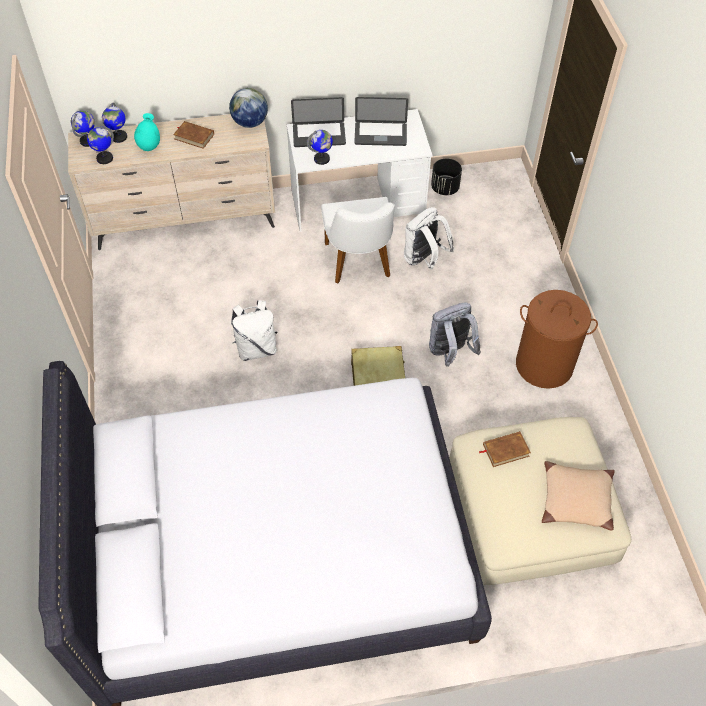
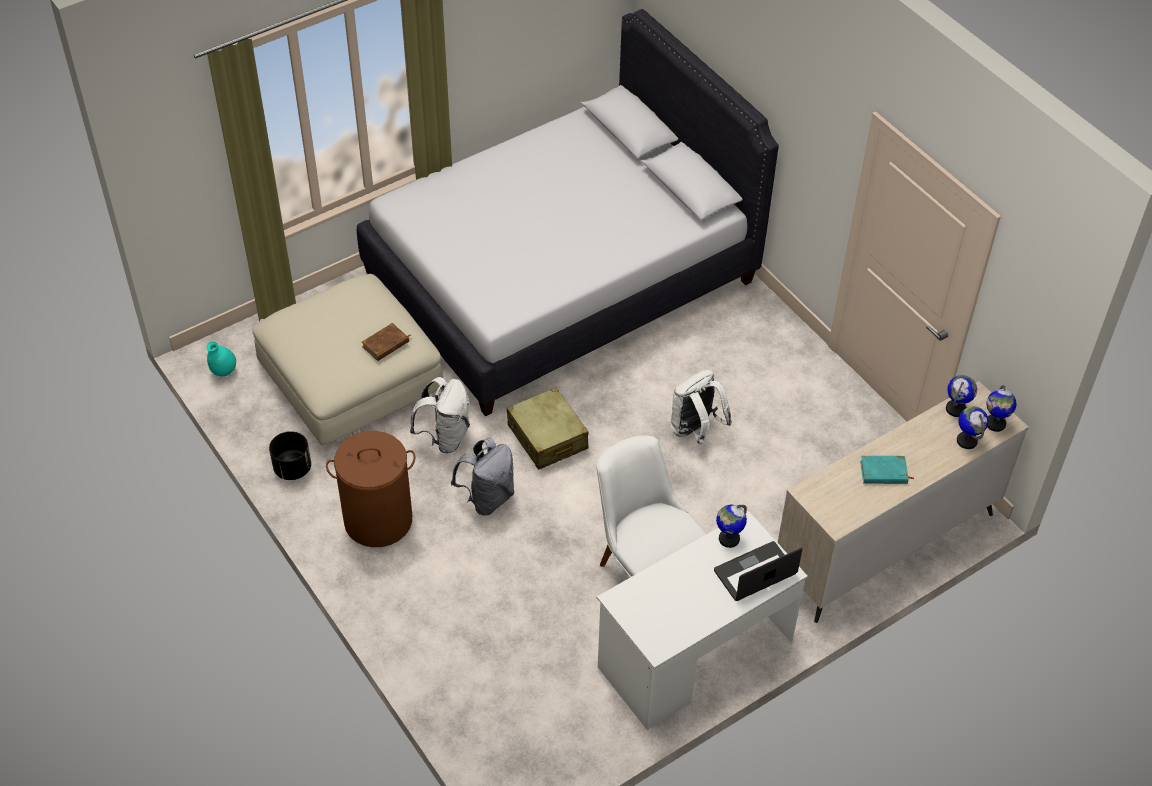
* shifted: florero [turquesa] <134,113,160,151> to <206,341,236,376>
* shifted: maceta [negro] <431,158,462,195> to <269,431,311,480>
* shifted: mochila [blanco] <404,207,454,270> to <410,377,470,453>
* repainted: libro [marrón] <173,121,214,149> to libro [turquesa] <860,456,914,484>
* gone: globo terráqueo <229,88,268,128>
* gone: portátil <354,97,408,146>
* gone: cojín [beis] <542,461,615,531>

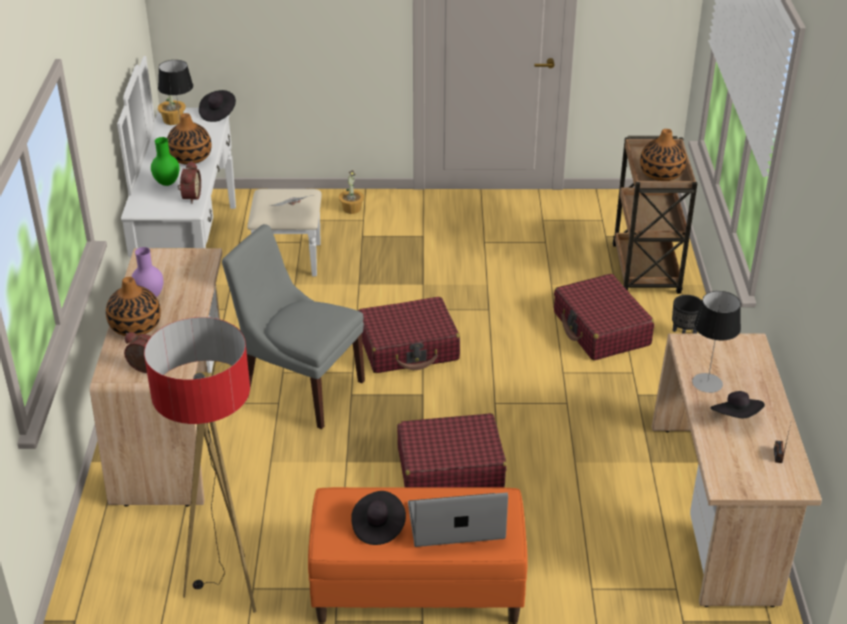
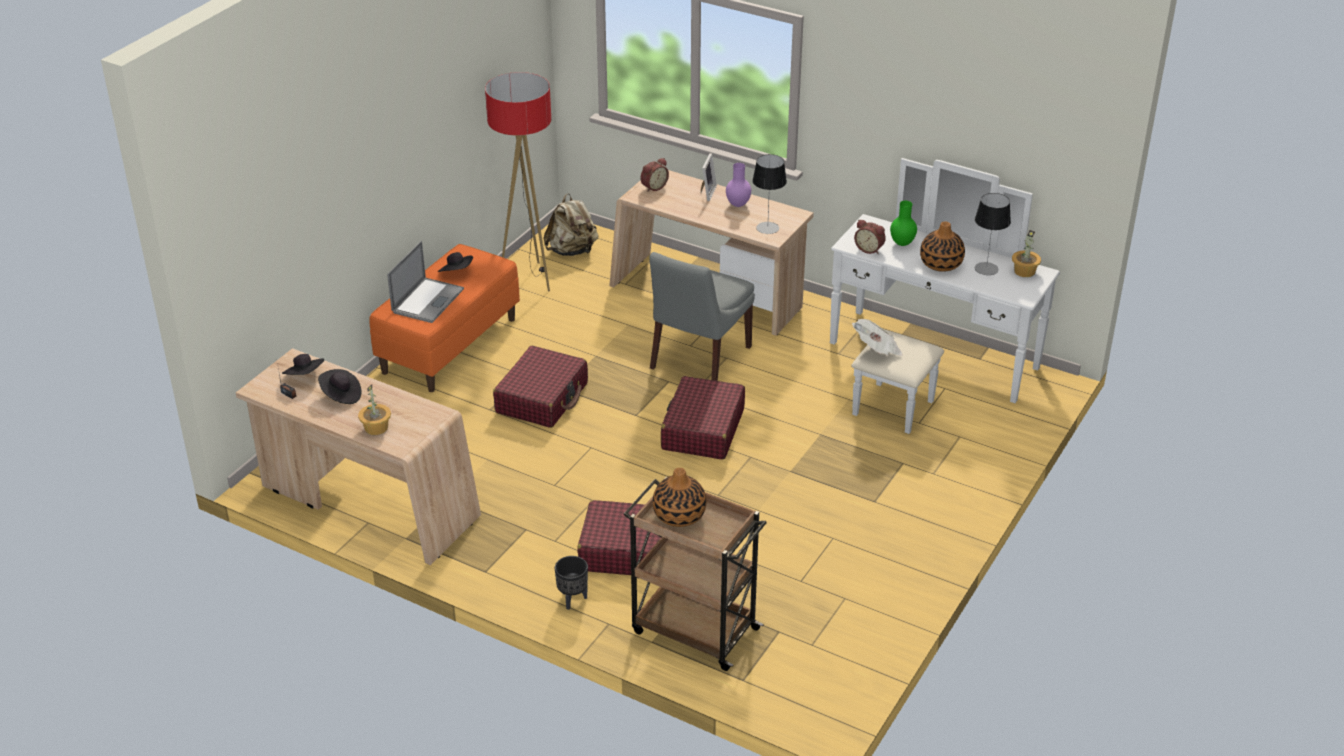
* shifted: sombrero [negro] <199,90,236,122> to <282,354,324,375>
* shifted: planta en maceta <339,170,364,214> to <358,384,391,435>
* new: mochila [beis] <544,193,599,256>
* rotated: silla [gris] <222,224,365,429> = <649,252,755,381> 150 degrees clockwise
* swapped: florero <106,277,161,336> to portarretratos <701,153,717,201>
* shifted: lámpara de mesa <692,291,741,393> to <752,154,787,234>

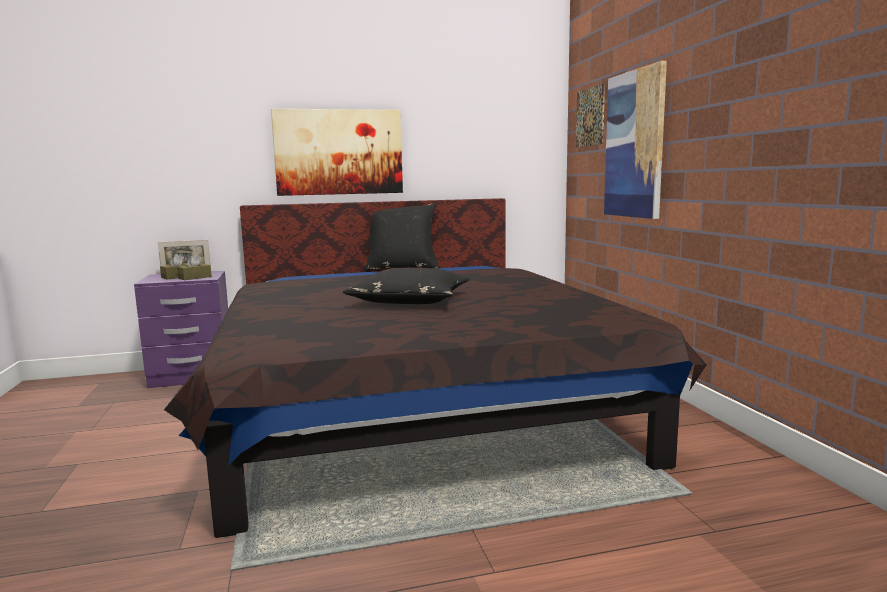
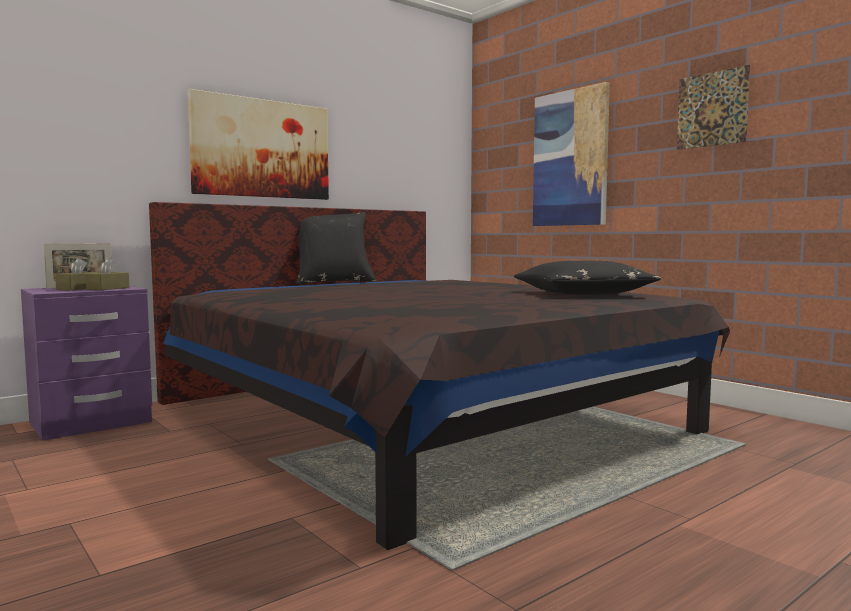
* shifted: cojín [negro] <343,268,470,304> to <514,261,661,295>
* shifted: cuadro <576,84,605,147> to <677,65,750,150>

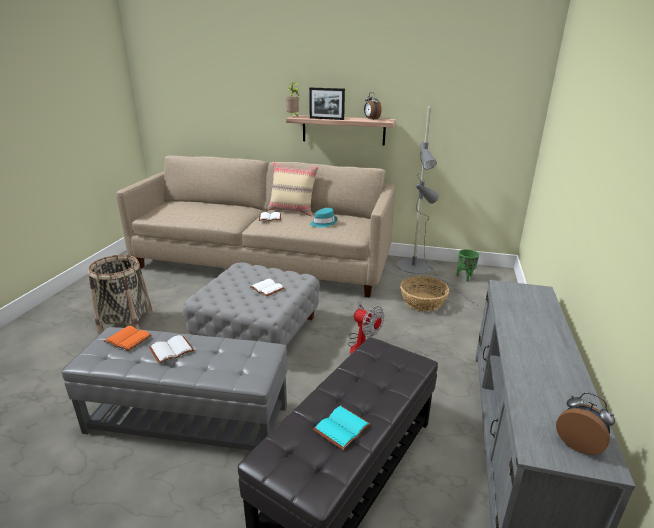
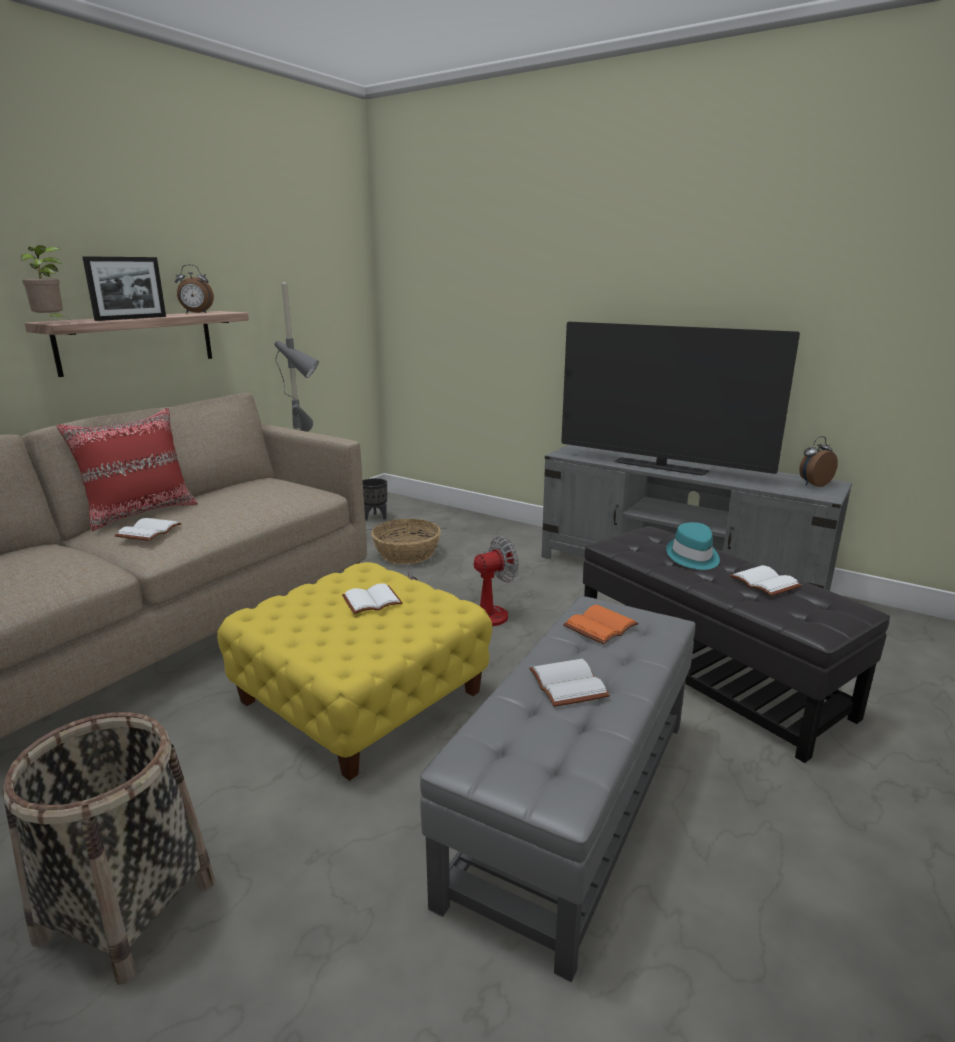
* repainted: cojín [beis] <267,162,319,216> to cojín [rojo] <56,408,198,531>
* repainted: puf [gris] <183,262,320,346> to puf [amarillo] <217,562,492,781>
* repainted: maceta [verde] <456,249,479,281> to maceta [negro] <363,478,387,521>
* new: televisor <561,322,800,475>
* shifted: libro [naranja] <104,326,152,351> to <563,605,639,645>
* shifted: sombrero [turquesa] <310,208,337,227> to <666,522,720,570>
* repainted: libro [turquesa] <313,406,371,450> to libro [blanco] <730,565,802,596>

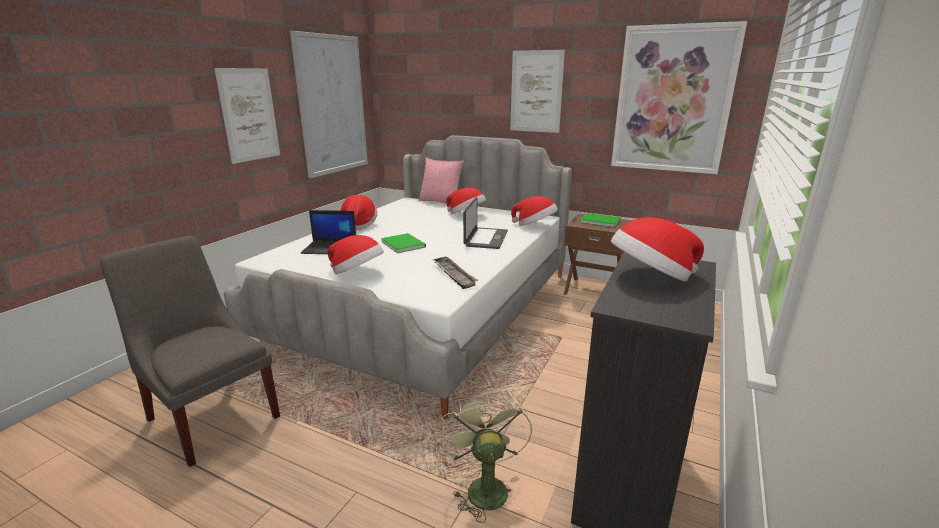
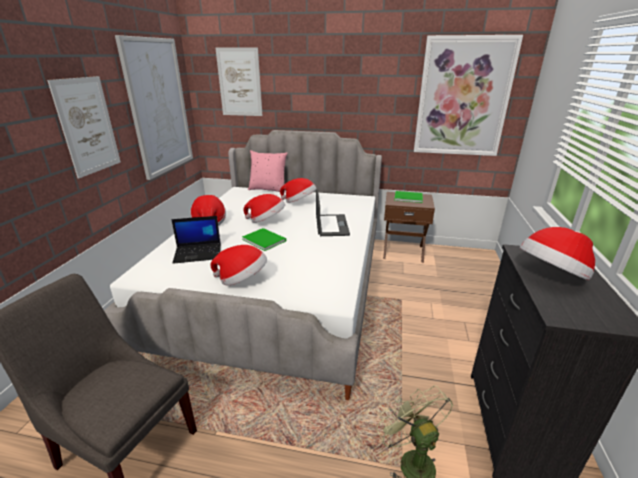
* shifted: cuadro <510,50,565,133> to <216,47,263,116>
* shifted: sombrero <511,196,558,226> to <243,194,285,223>
* gone: bandeja <432,256,478,289>

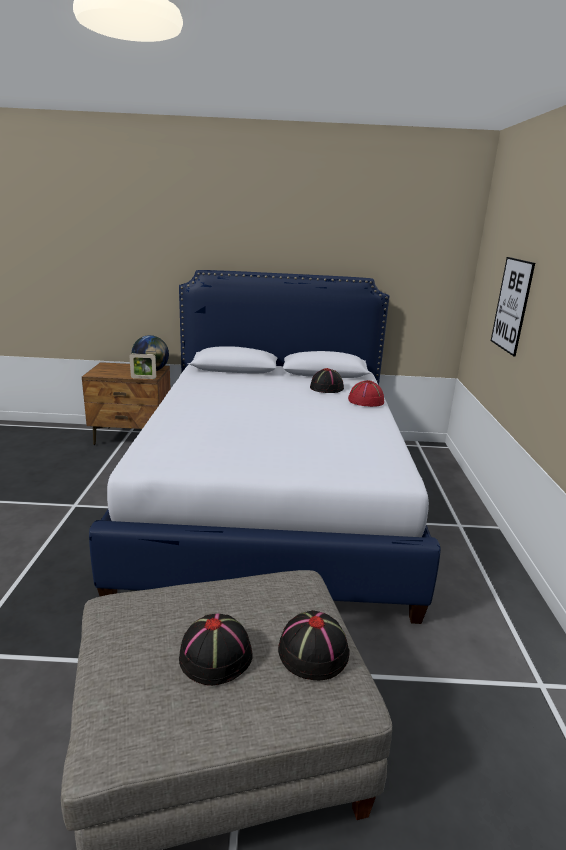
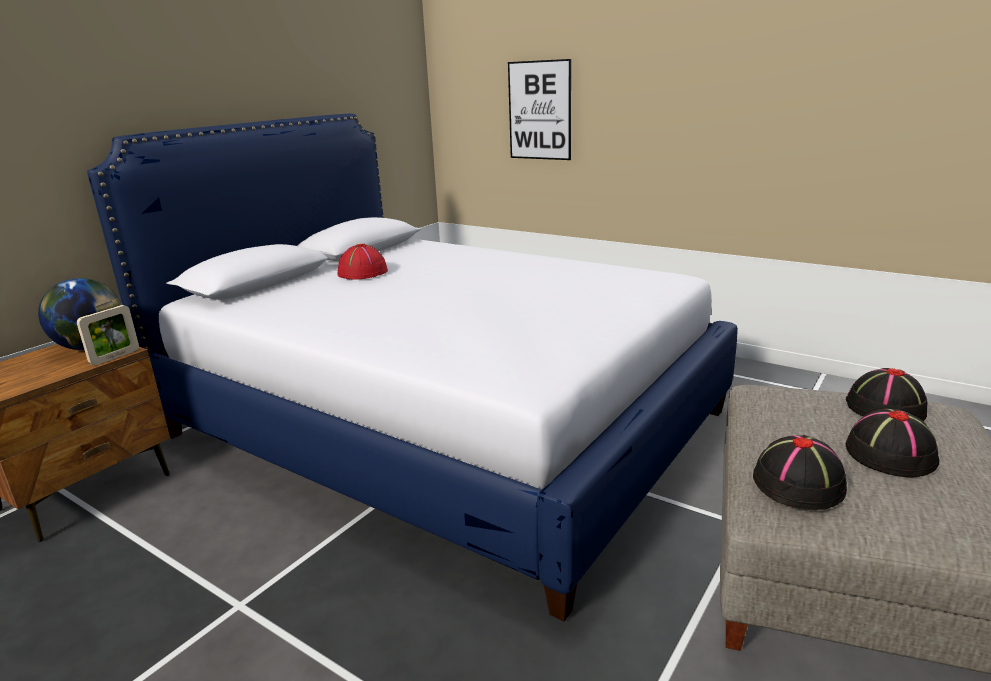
* shifted: sombrero [rojo] <348,380,384,407> to <337,244,388,280>
* shifted: sombrero [negro] <310,368,344,393> to <753,435,847,510>

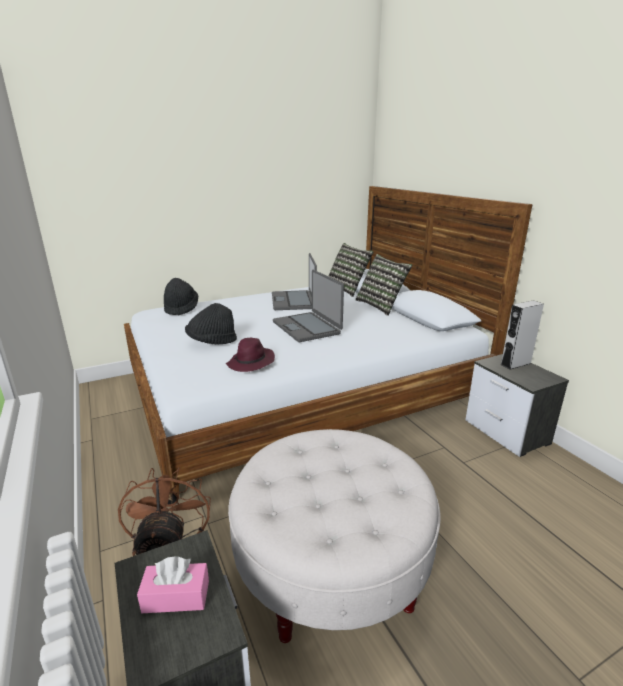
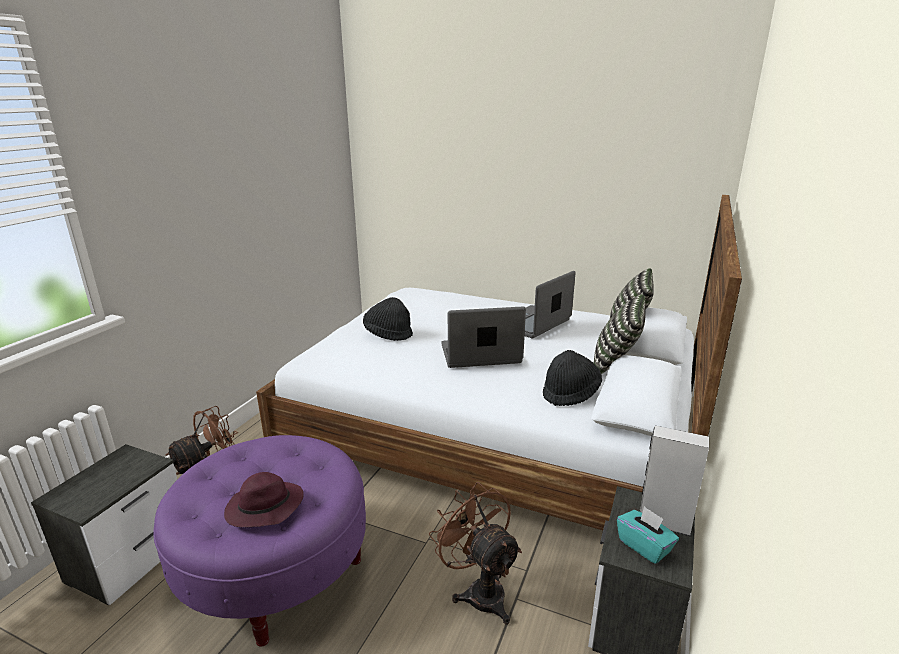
* repainted: puf [blanco] <228,429,441,643> to puf [morado] <153,435,366,647>
* shifted: sombrero [morado] <226,338,275,372> to <224,472,304,527>
* new: ventilador [marrón] <429,482,522,625>
* rotated: portátil <273,270,344,342> = <441,306,526,368> 60 degrees clockwise
* shifted: sombrero [negro] <164,278,198,316> to <543,350,602,406>
* new: caja de pañuelos [turquesa] <617,506,679,564>
* gone: caja de pañuelos [rosa] <137,556,209,613>

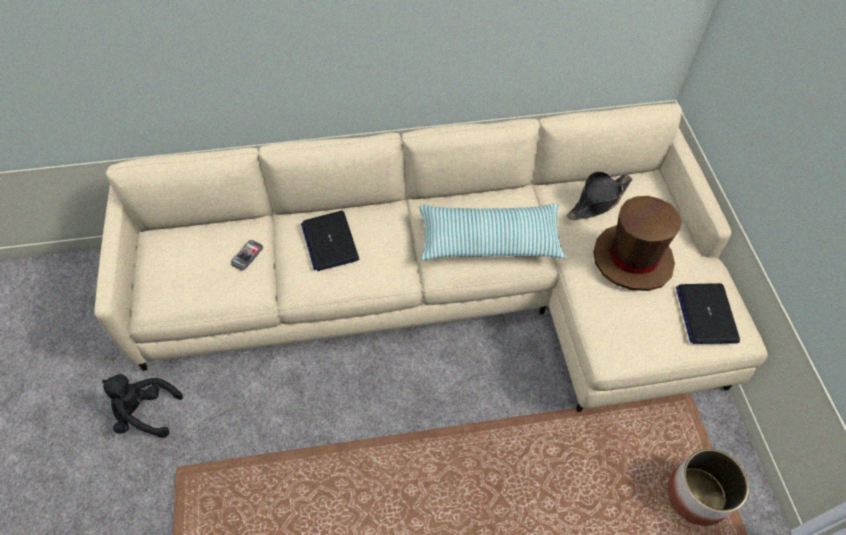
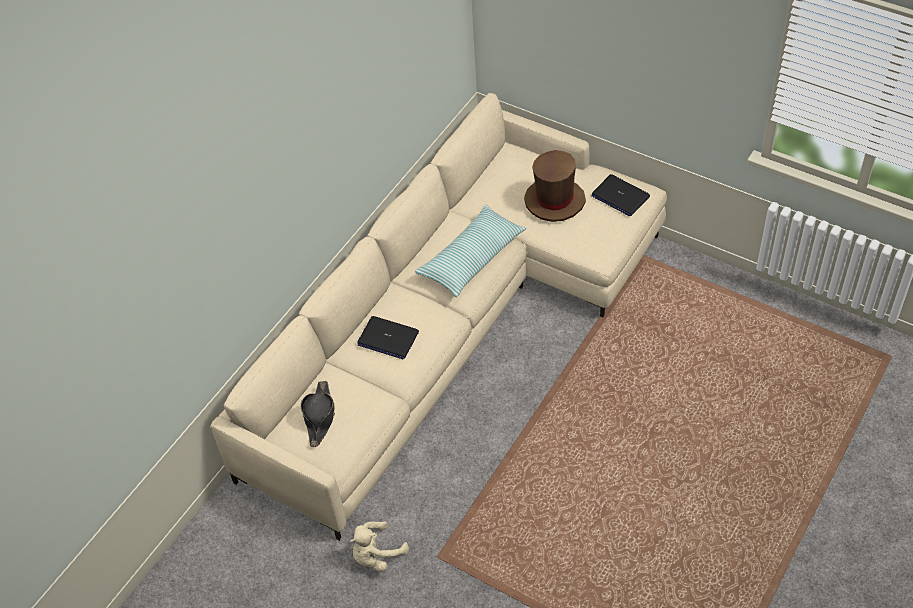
* shifted: sombrero [negro] <567,171,632,220> to <301,381,335,447>
* repainted: peluche [negro] <102,374,183,438> to peluche [beis] <349,521,409,572>
* gone: móvil <231,240,263,270>
* gone: maceta <667,449,749,526>

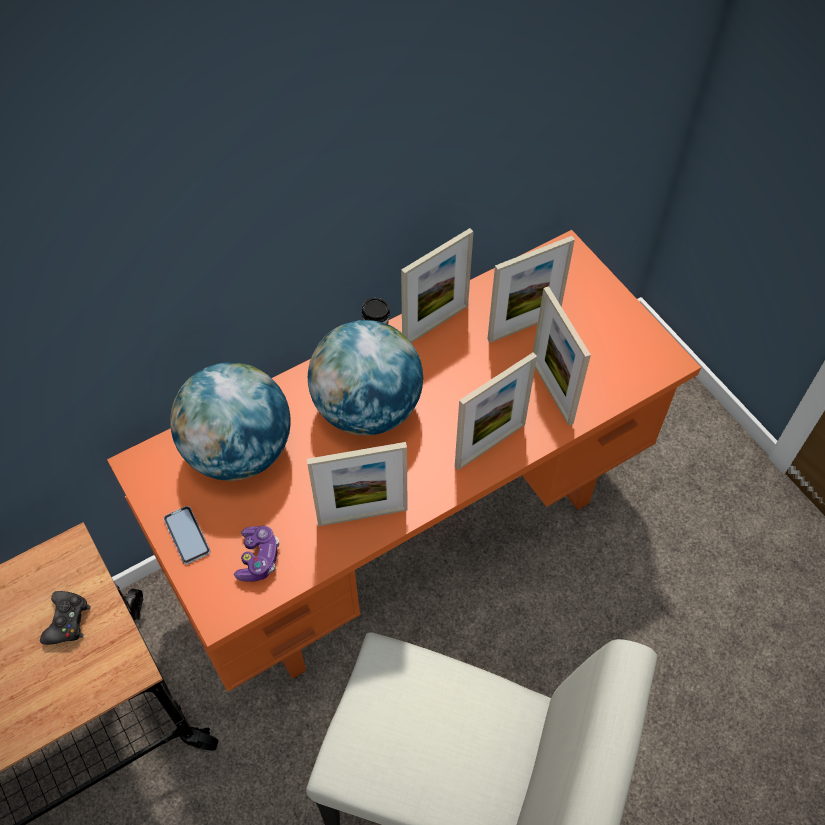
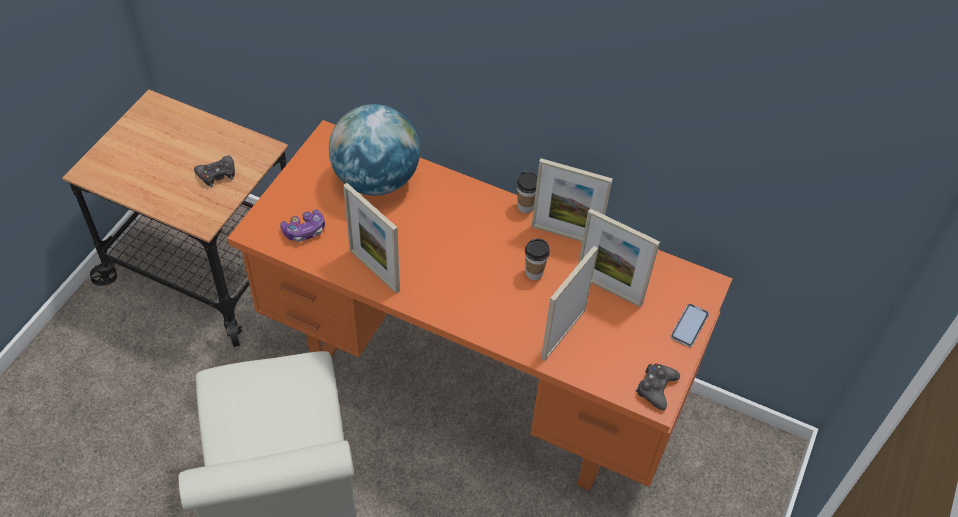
* new: taza <525,238,550,280>
* new: mando de consola [negro] <636,363,680,411>
* shifted: móvil <164,506,210,564> to <671,304,709,347>
* gone: globo terráqueo <308,320,423,436>
* gone: portarretratos <455,352,537,470>

